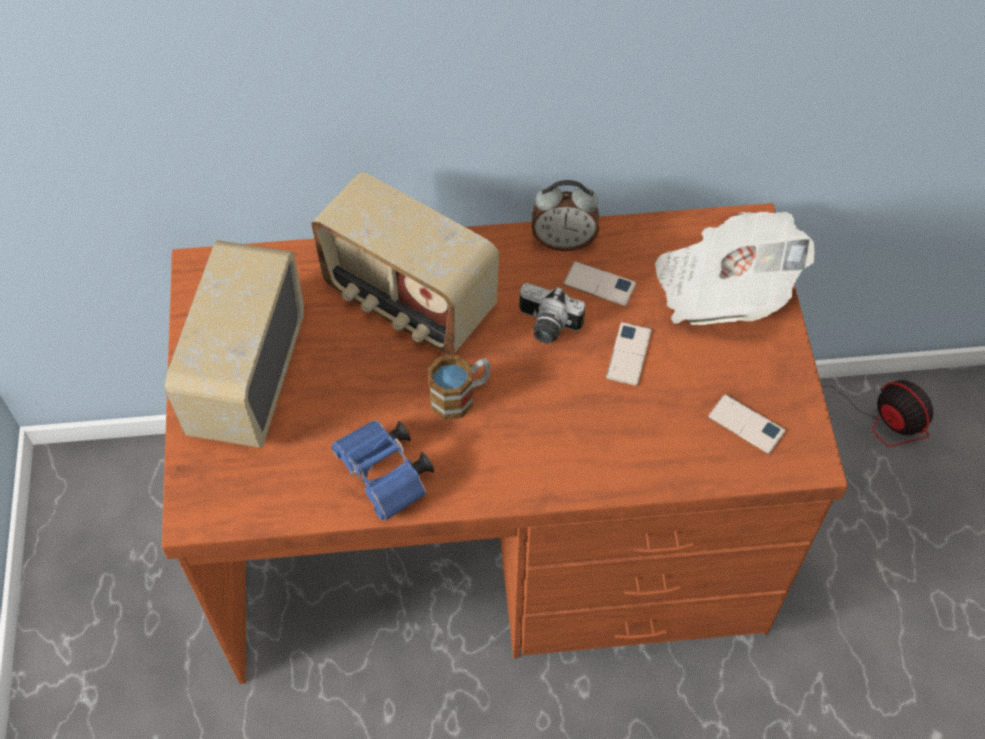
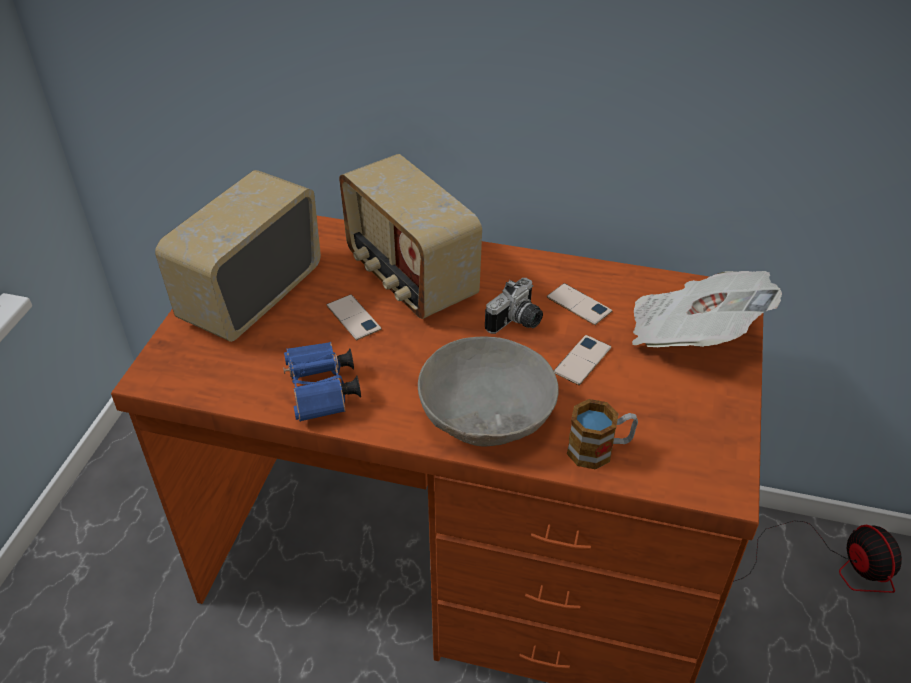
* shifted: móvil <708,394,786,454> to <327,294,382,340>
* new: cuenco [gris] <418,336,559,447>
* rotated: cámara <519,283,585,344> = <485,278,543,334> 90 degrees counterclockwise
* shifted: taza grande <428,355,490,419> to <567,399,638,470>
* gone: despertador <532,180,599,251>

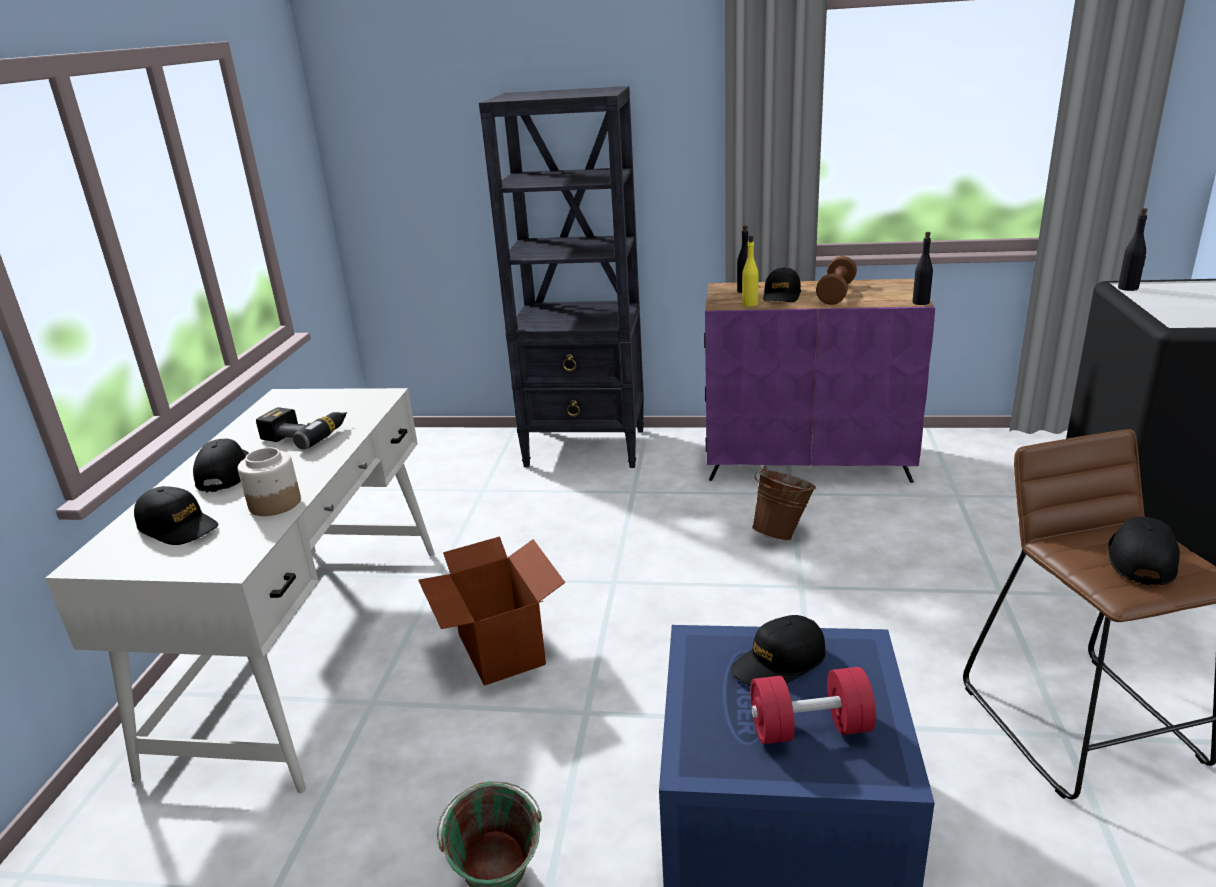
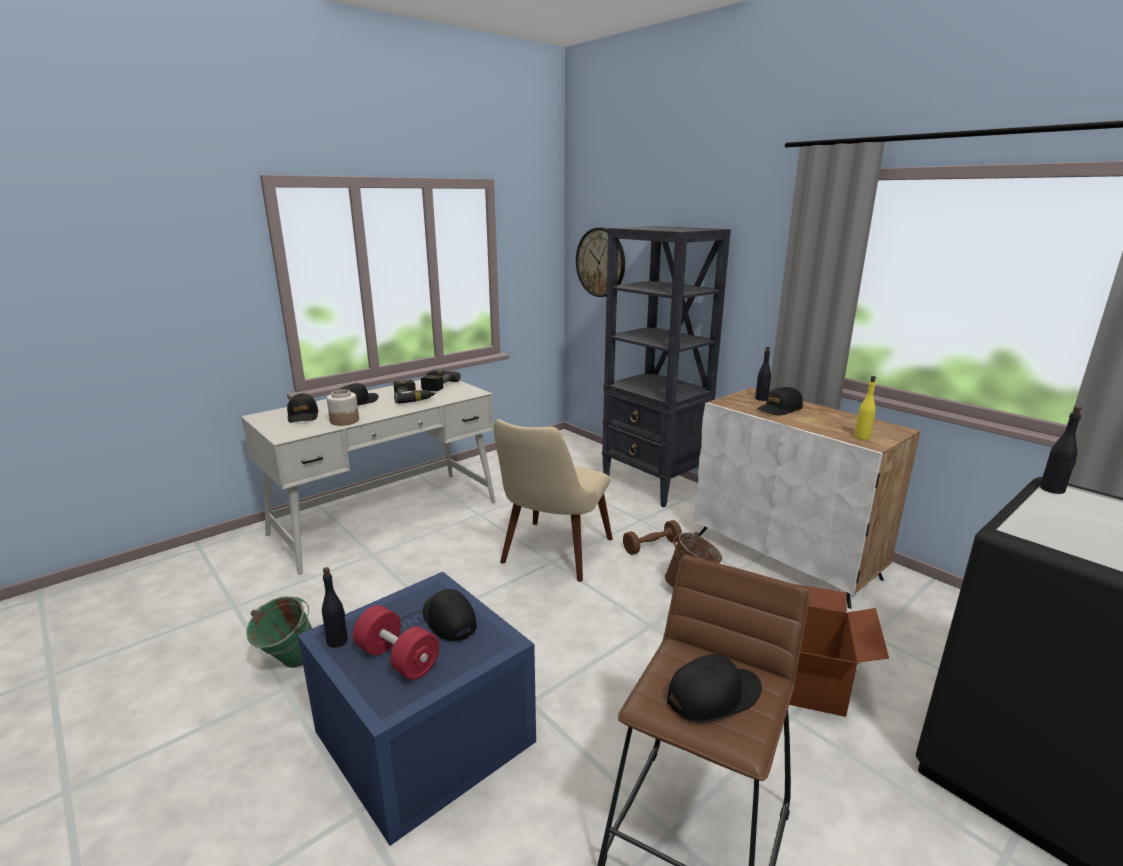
* shifted: botella [negro] <912,232,933,305> to <322,567,348,648>
* new: taladro <421,370,461,391>
* rotated: gorra [negro] <731,615,825,686> = <423,589,477,641> 45 degrees clockwise
* new: silla [beis] <494,419,613,582>
* new: reloj de pared <576,228,625,297>
* shifted: mancuerna [marrón] <816,256,857,305> to <623,520,682,555>
* repainted: armario [morado] <704,279,935,483> to armario [blanco] <695,388,920,609>
* shifted: caja de cartón <418,537,566,686> to <789,584,889,717>
* shifted: botella [amarillo] <742,236,759,307> to <855,376,876,440>

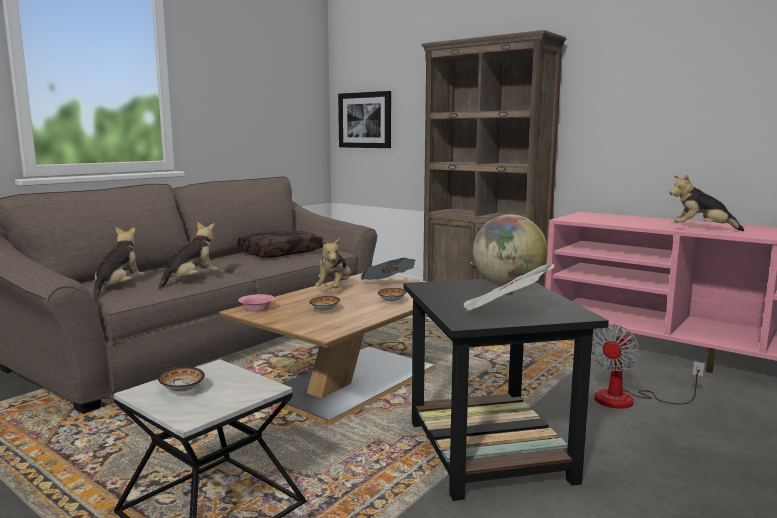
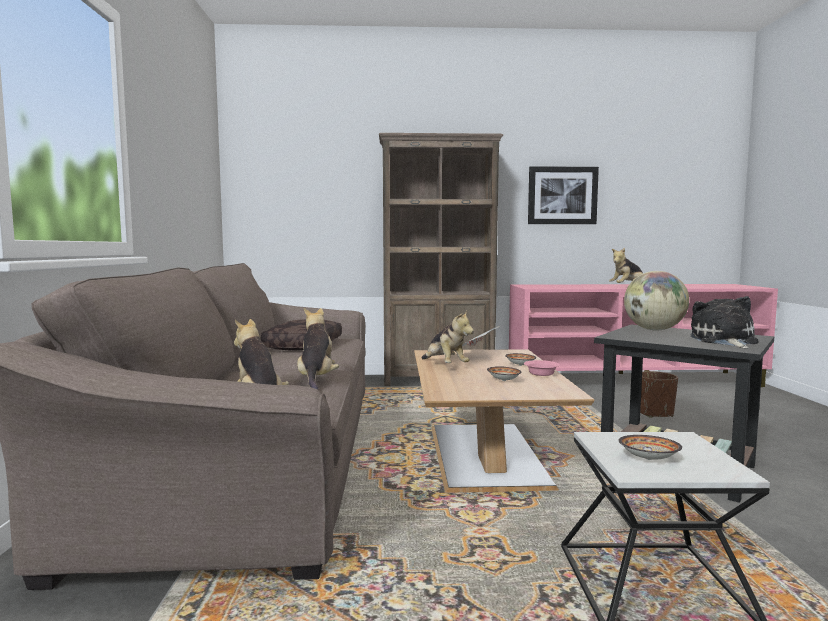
* shifted: cuenco [rosa] <238,294,275,312> to <524,360,560,376>
* shifted: cuadro <338,91,391,148> to <528,166,599,224>
* swapped: ventilador <592,324,705,409> to maceta [marrón] <640,371,678,418>
* swapped: periódico <464,264,554,312> to peluche <690,296,758,349>

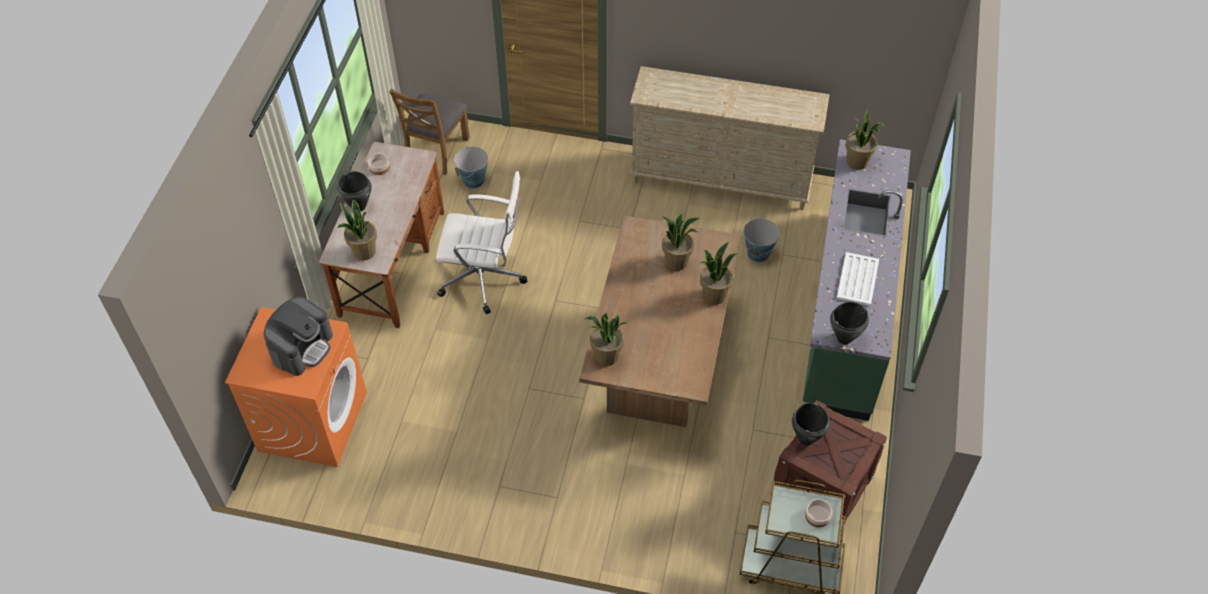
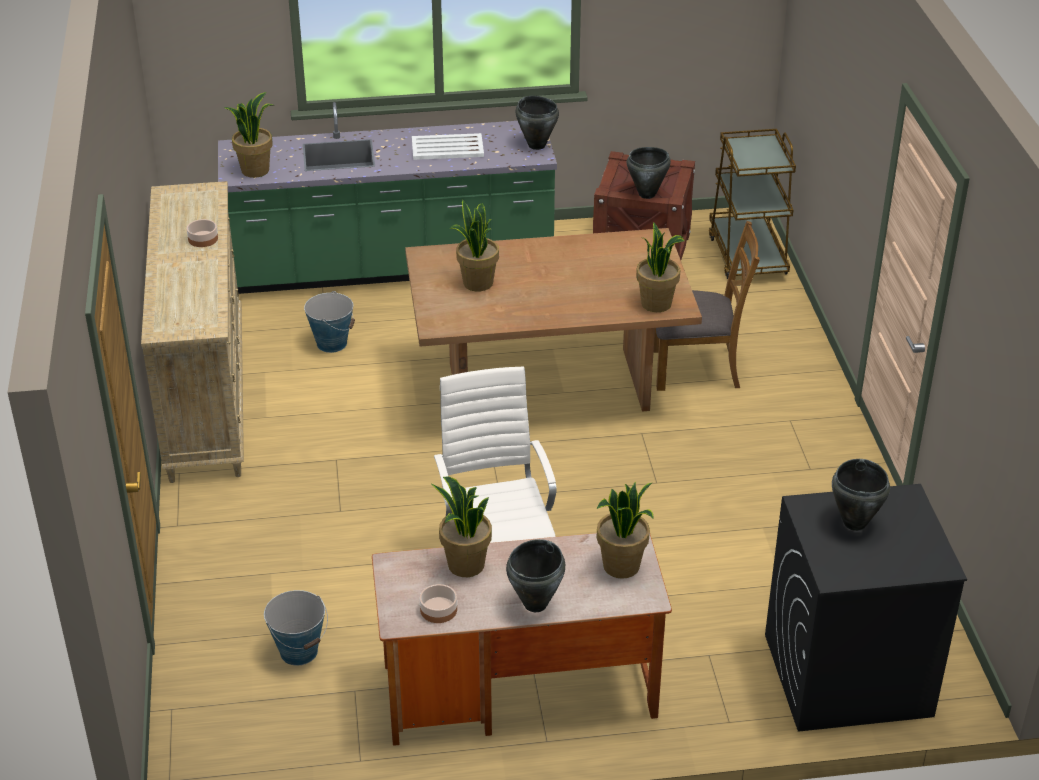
* shifted: cuenco <805,499,832,528> to <187,219,218,247>
* shifted: planta en maceta <700,242,739,305> to <432,476,492,577>
* shifted: silla [marrón] <390,89,470,175> to <653,221,760,391>
* repainted: lavadora [naranja] <225,307,367,467> to lavadora [negro] <765,484,967,732>
* swapped: cafetera <264,297,333,376> to olla [negro] <832,459,890,531>

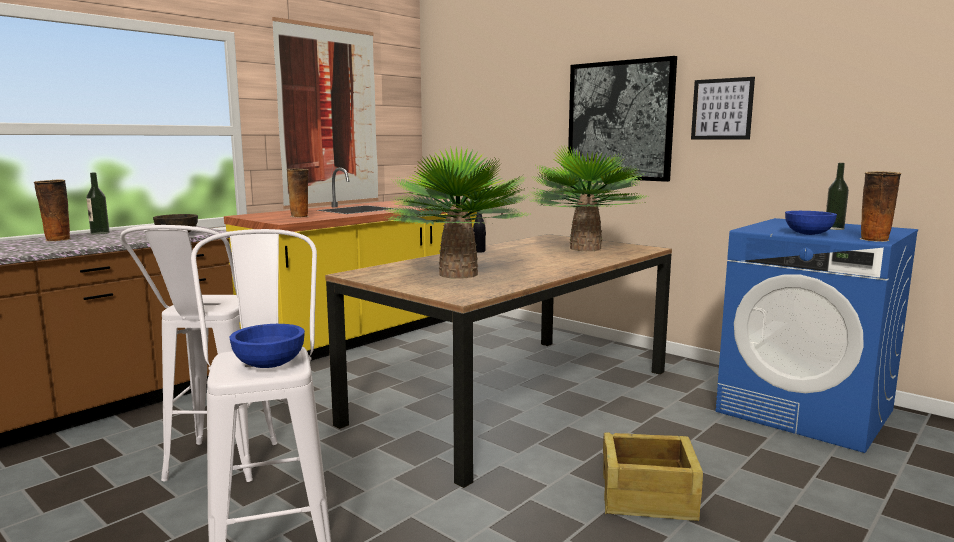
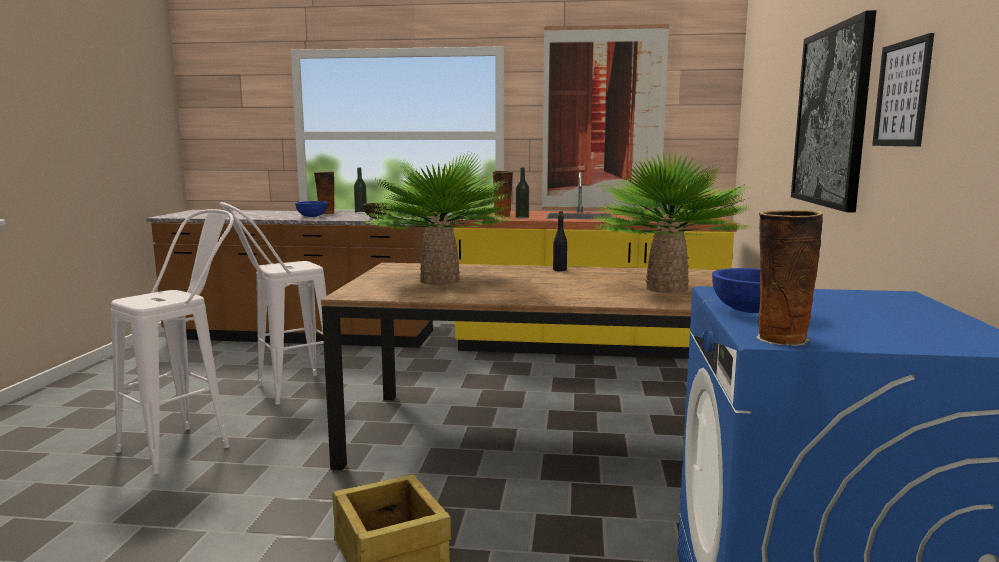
* shifted: cuenco [azul] <230,324,305,368> to <295,201,328,217>
* shifted: botella <826,163,849,230> to <516,168,529,219>

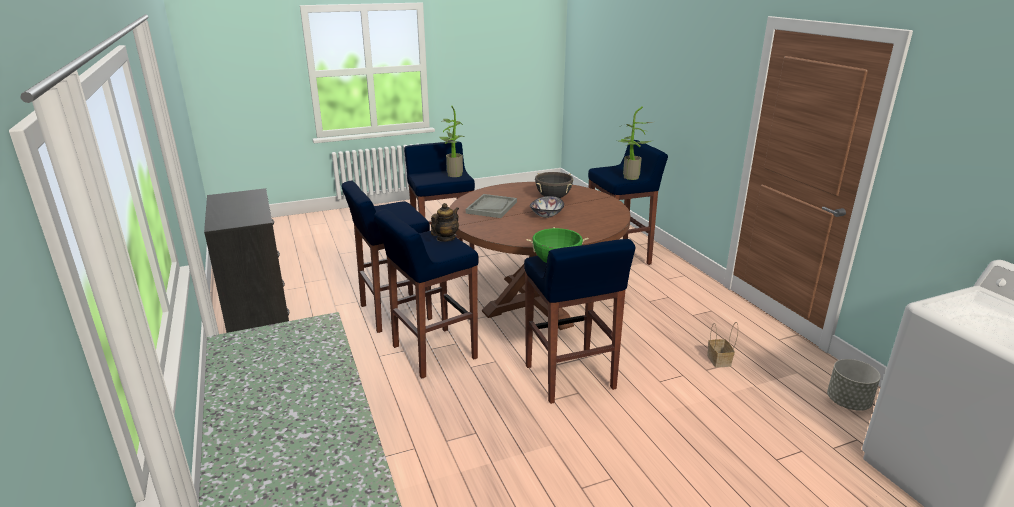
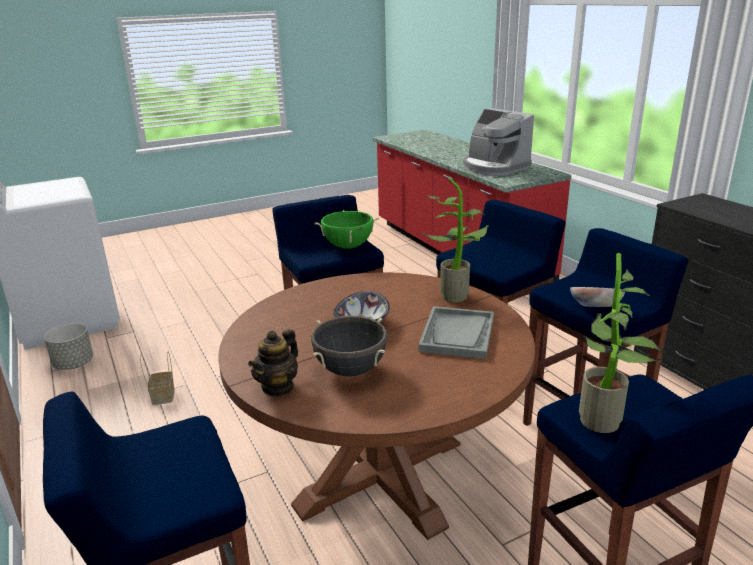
* shifted: tetera <431,203,459,242> to <248,329,298,397>
* shifted: planta en maceta <619,107,654,180> to <422,178,488,302>
* new: cafetera <463,108,534,176>
* new: cuenco <570,287,625,307>

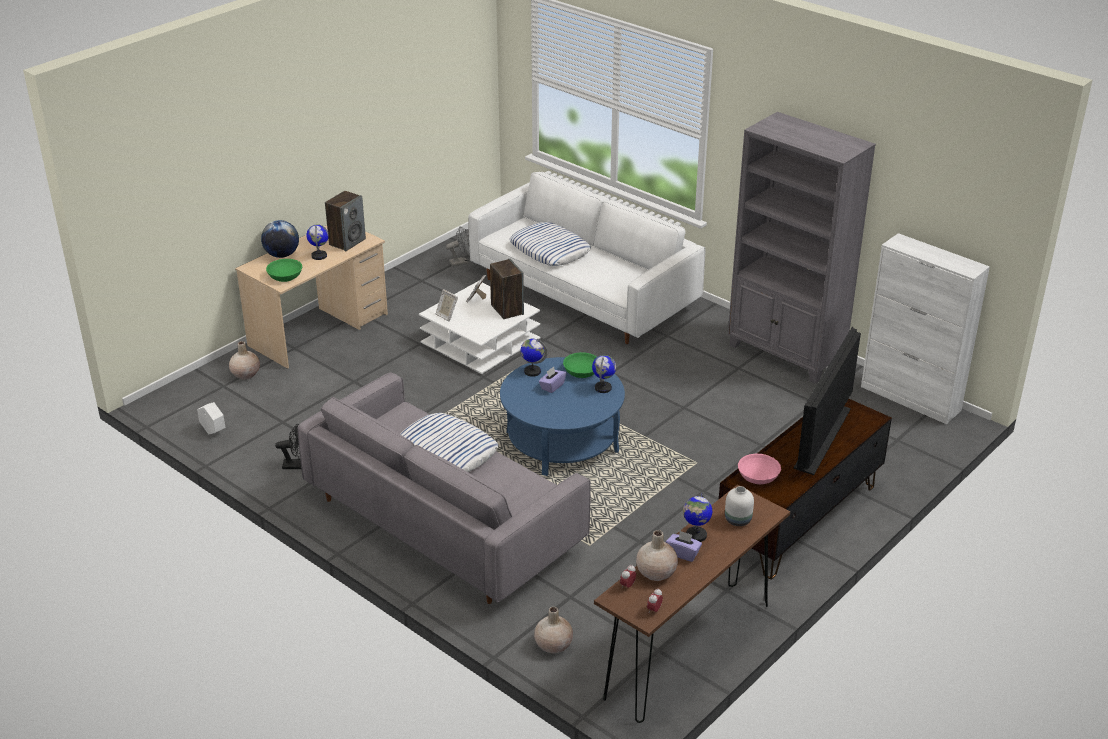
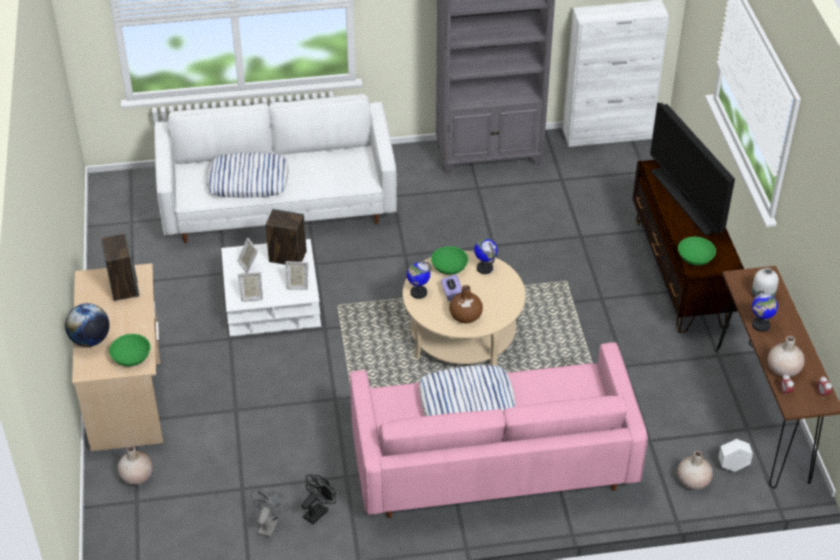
* shifted: ventilador [gris] <446,227,470,266> to <251,488,289,538>
* new: portarretratos <285,261,308,290>
* repainted: sofá [gris] <297,372,591,604> to sofá [rosa] <350,342,648,518>
* repainted: mesa de centro [azul] <500,357,625,476> to mesa de centro [beis] <403,251,525,366>
* new: florero [marrón] <449,285,483,324>
* repainted: cuenco [rosa] <738,454,781,484> to cuenco [verde] <678,237,716,265>
* shifted: maceta [blanco] <197,402,225,434> to <718,439,753,472>
* gone: globo terráqueo <306,225,329,260>
* gone: caja de pañuelos [morado] <666,531,702,562>

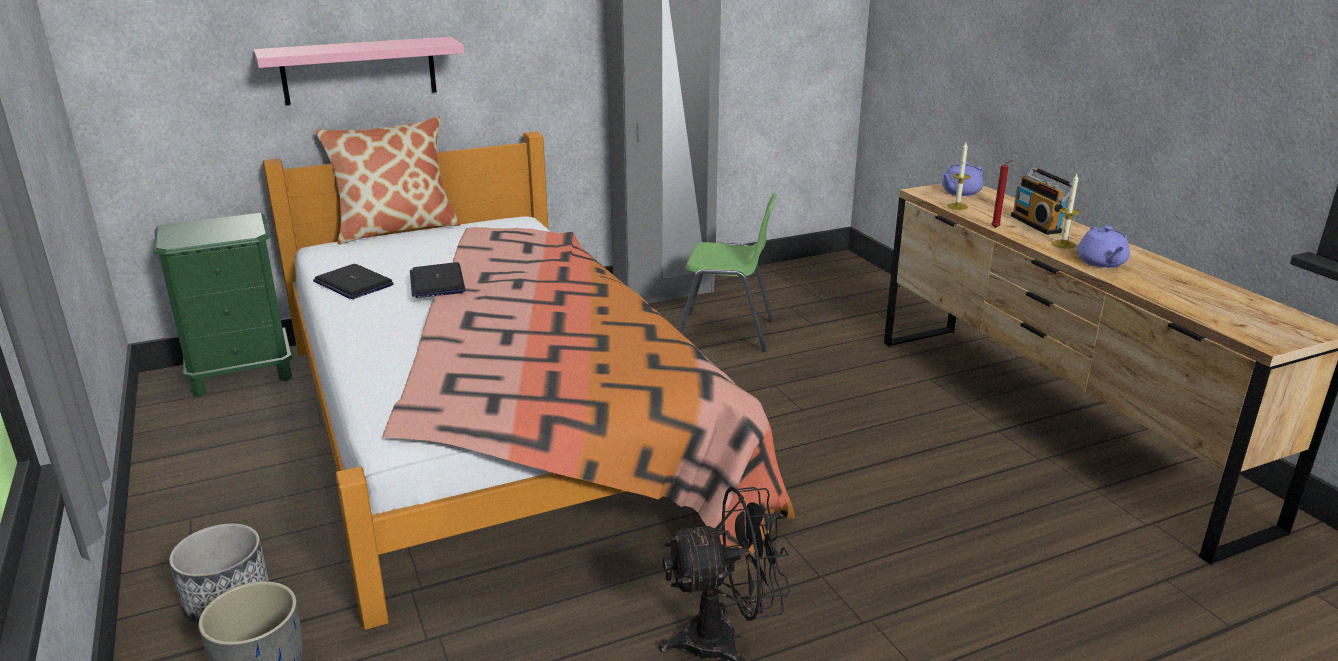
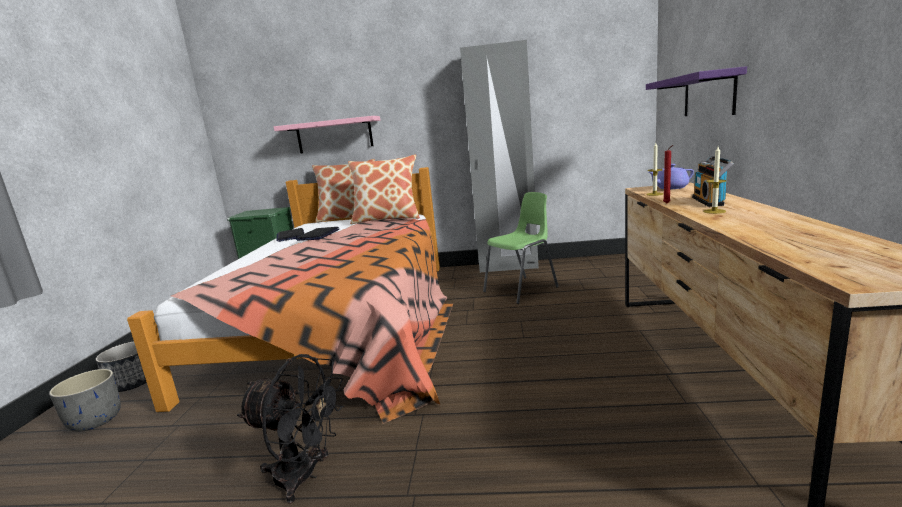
* new: cojín <348,154,420,224>
* rotated: silla [verde] <679,193,777,352> = <483,192,559,304> 75 degrees counterclockwise
* new: estante [morado] <646,66,747,116>
* gone: tetera [morado] <1077,226,1130,268>

